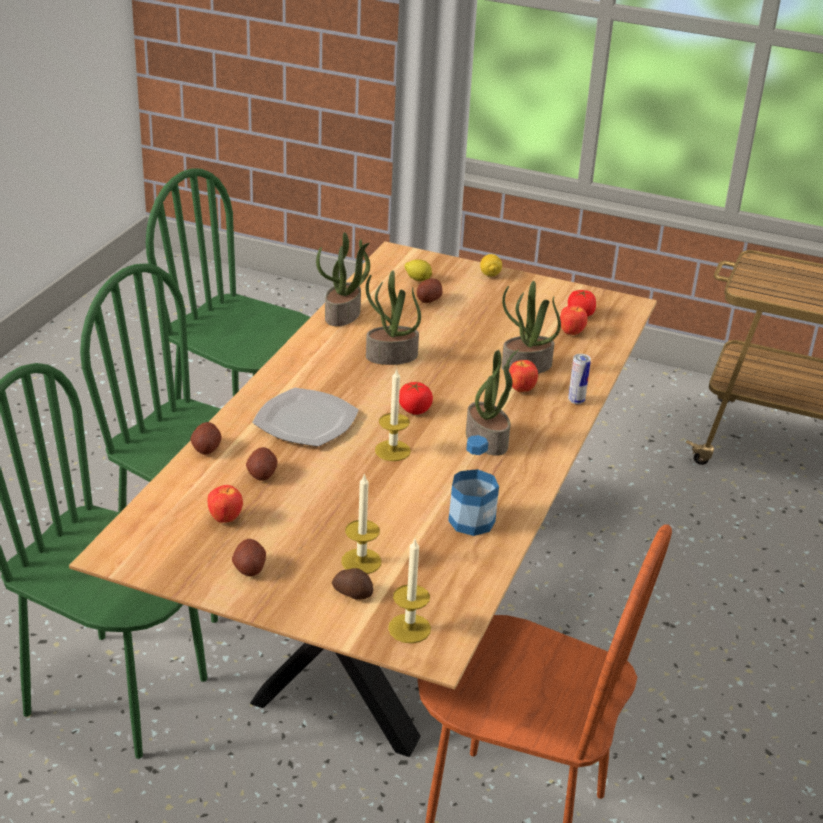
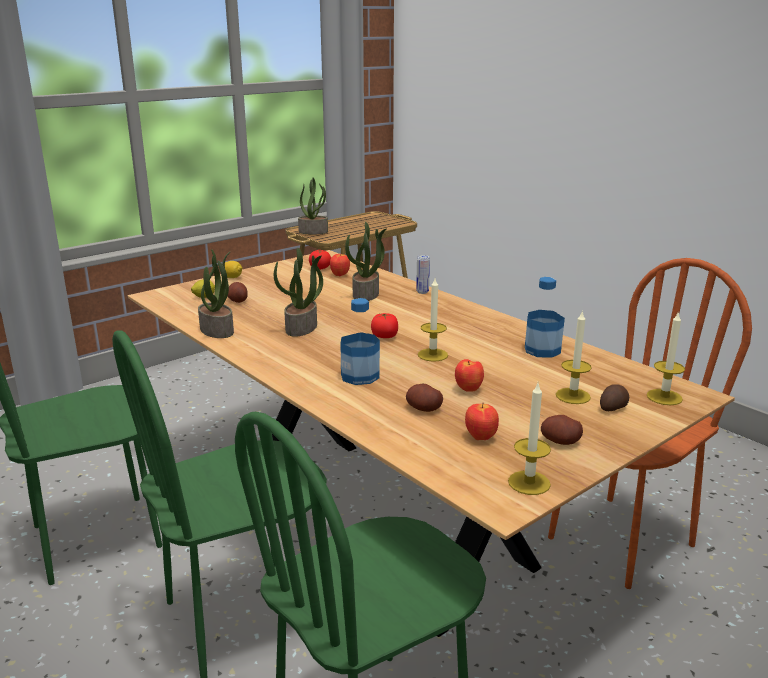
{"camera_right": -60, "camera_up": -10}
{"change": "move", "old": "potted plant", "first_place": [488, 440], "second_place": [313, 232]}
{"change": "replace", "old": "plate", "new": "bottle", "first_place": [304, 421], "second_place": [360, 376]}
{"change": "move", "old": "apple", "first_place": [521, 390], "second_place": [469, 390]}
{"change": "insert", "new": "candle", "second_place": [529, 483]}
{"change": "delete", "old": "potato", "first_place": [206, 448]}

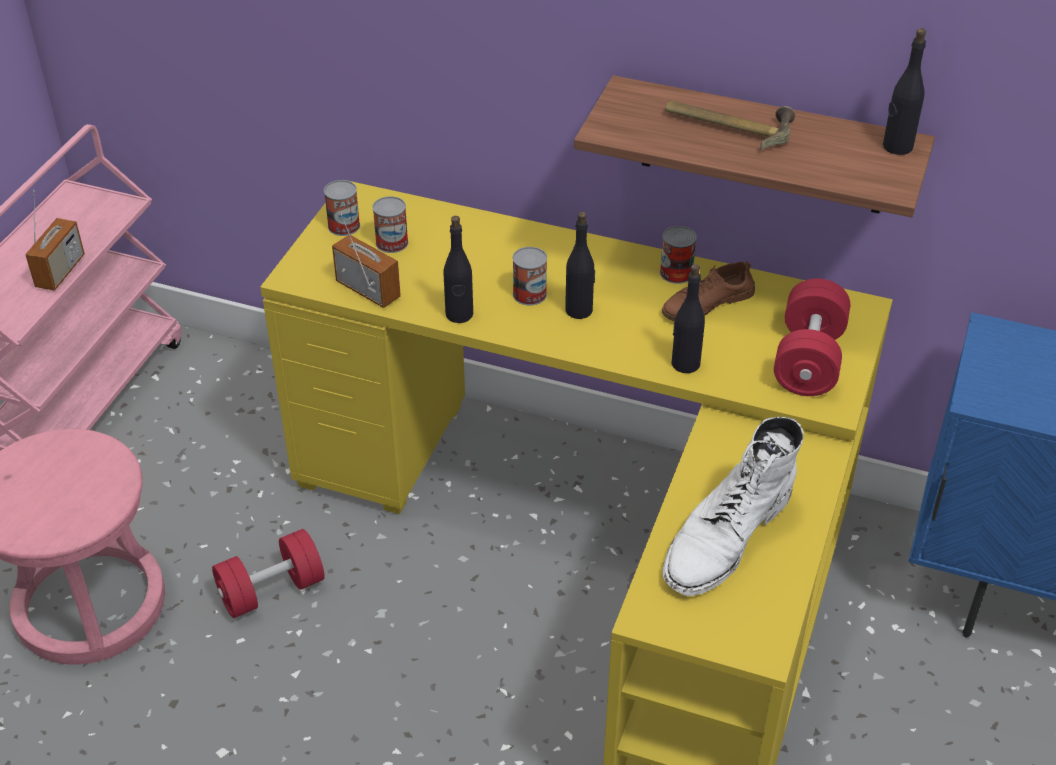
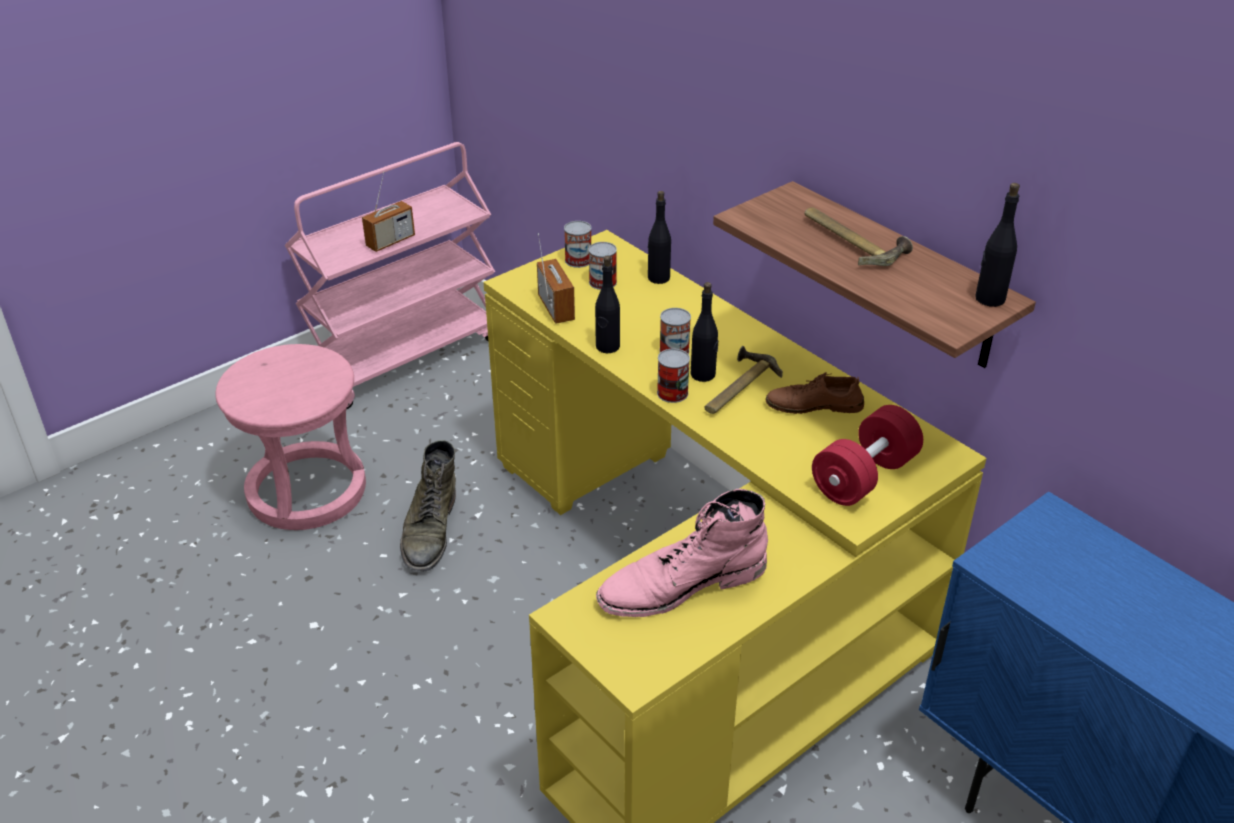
{"camera_right": 30, "camera_up": -5}
{"change": "replace", "old": "red dumbbell", "new": "green boot", "first_place": [271, 590], "second_place": [430, 530]}
{"change": "recolor", "old": "white boot", "new": "pink boot", "first_place": [726, 537], "second_place": [681, 585]}
{"change": "move", "old": "black bottle", "first_place": [685, 364], "second_place": [658, 278]}
{"change": "move", "old": "can", "first_place": [676, 273], "second_place": [672, 393]}
{"change": "insert", "new": "hammer", "second_place": [736, 387]}

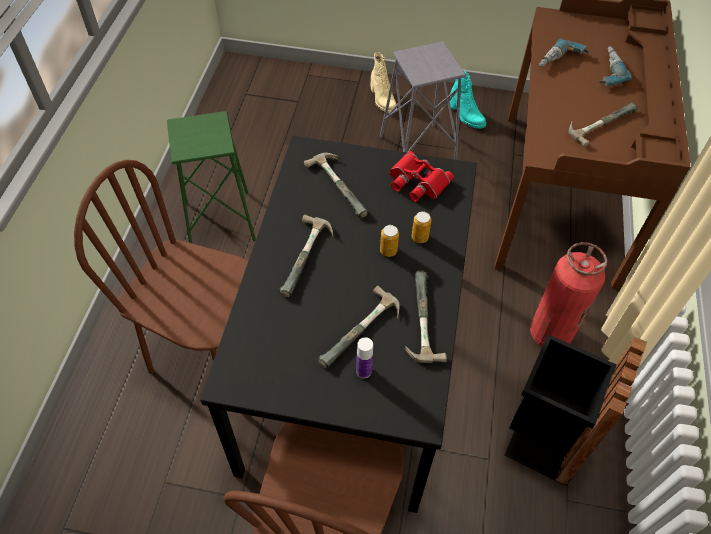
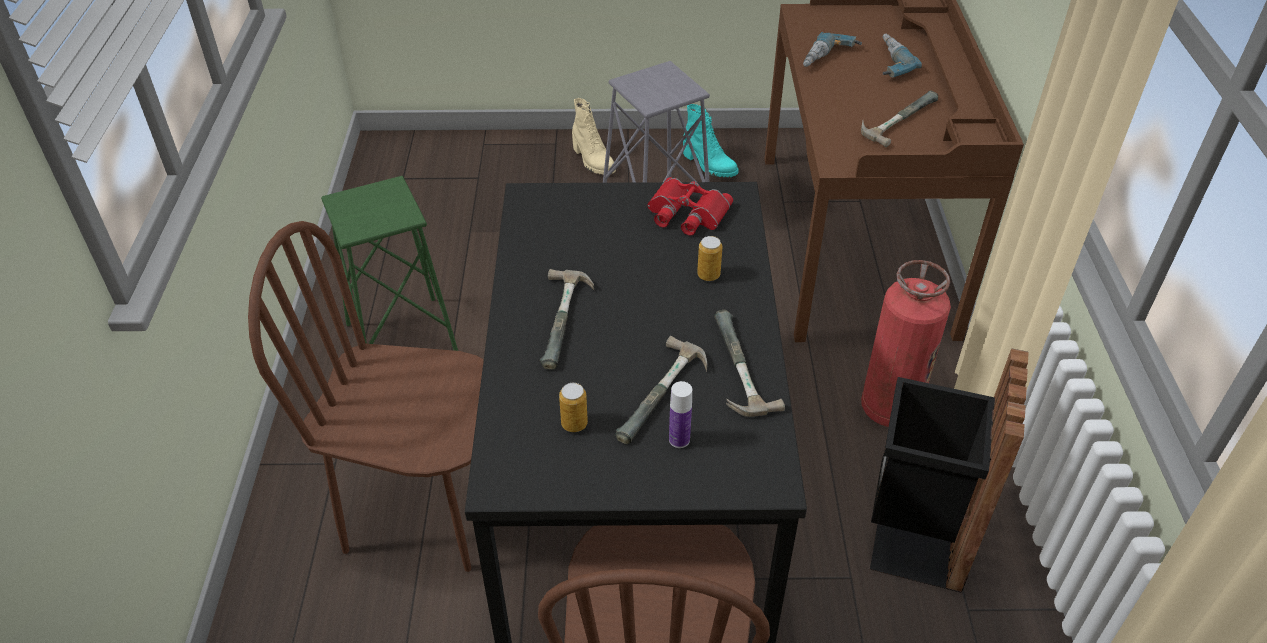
{"camera_right": -10, "camera_up": -10}
{"change": "move", "old": "can", "first_place": [388, 251], "second_place": [574, 424]}
{"change": "delete", "old": "hammer", "first_place": [343, 184]}

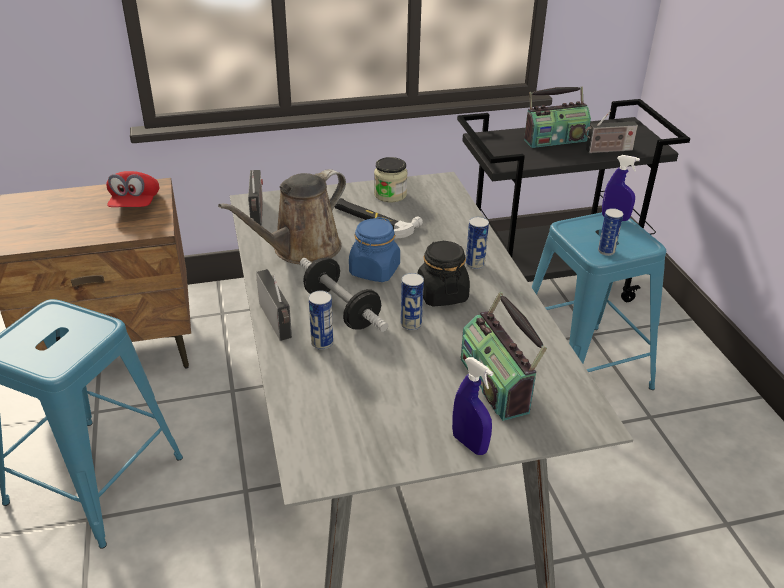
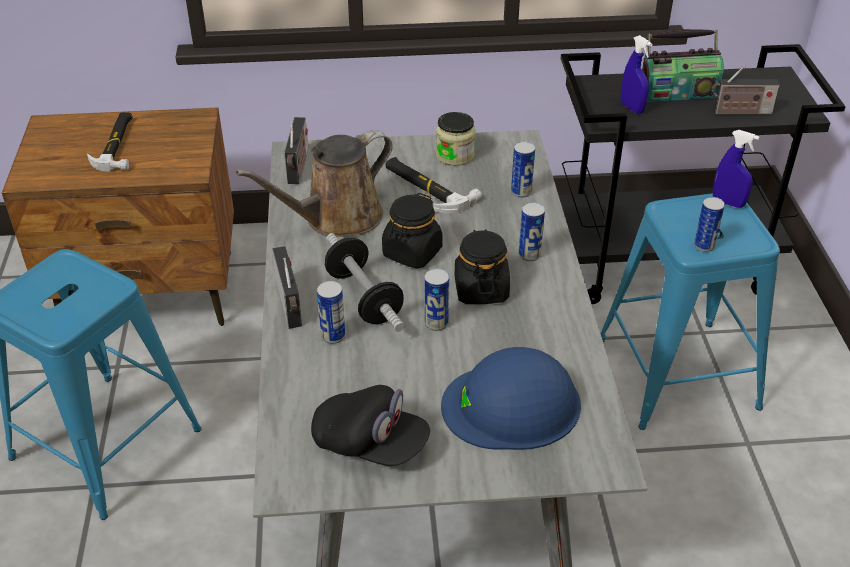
{"camera_right": 10, "camera_up": 5}
{"change": "insert", "new": "hammer", "second_place": [118, 144]}
{"change": "insert", "new": "black cap", "second_place": [370, 443]}
{"change": "recolor", "old": "blue jar", "new": "black jar", "first_place": [374, 271], "second_place": [412, 253]}
{"change": "replace", "old": "radio", "new": "blue hard hat", "first_place": [496, 383], "second_place": [512, 405]}
{"change": "insert", "new": "can", "second_place": [521, 192]}
{"change": "move", "old": "blue spray bottle", "first_place": [469, 444], "second_place": [632, 108]}
{"change": "delete", "old": "red cap", "first_place": [135, 205]}

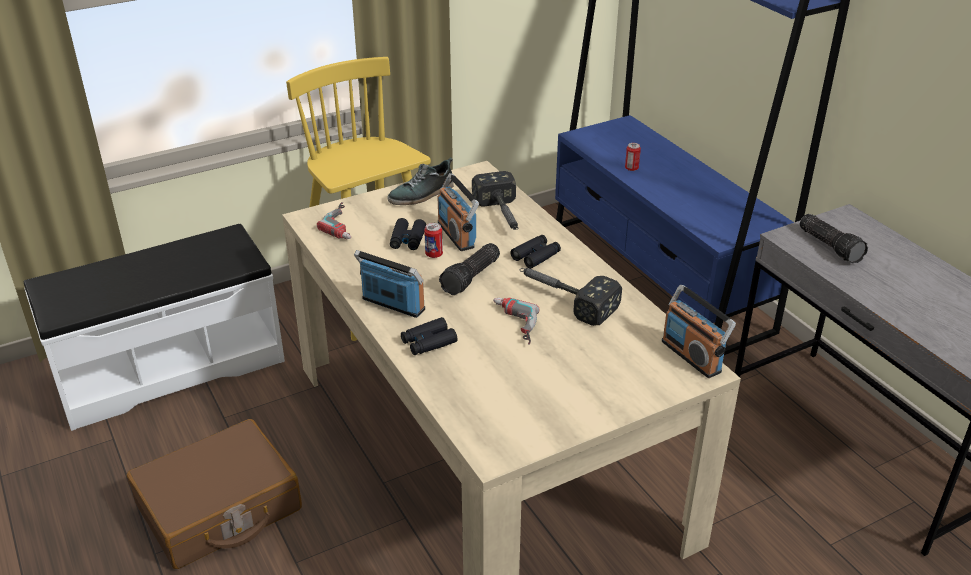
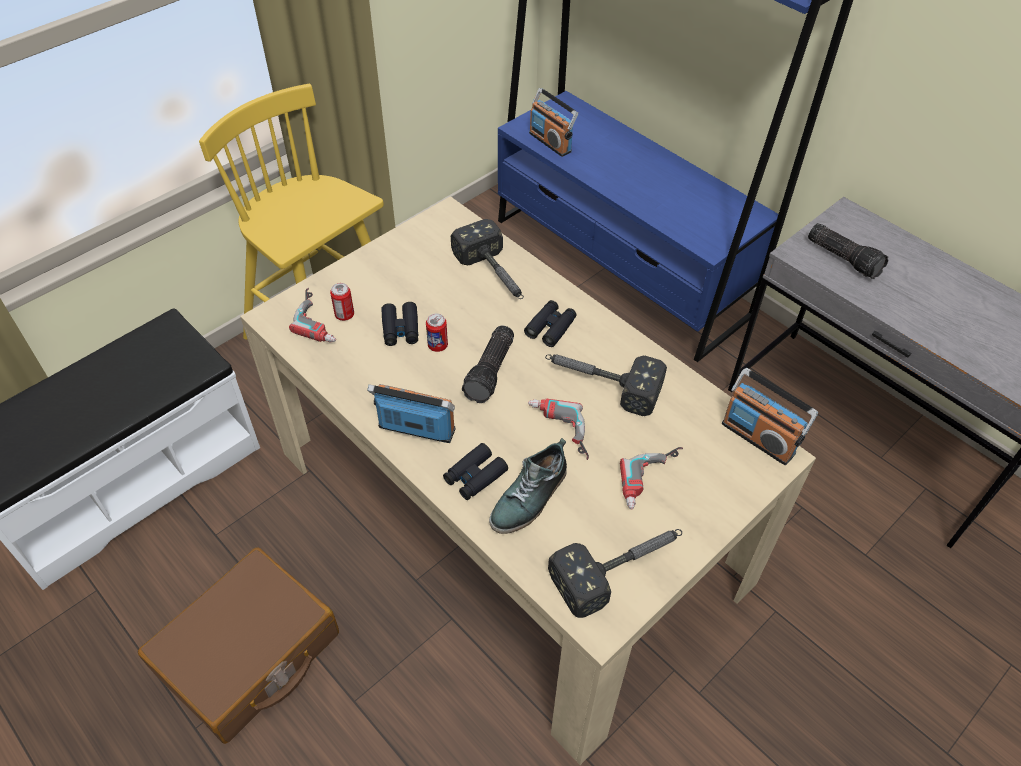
{"camera_right": -15, "camera_up": 15}
{"change": "move", "old": "can", "first_place": [631, 168], "second_place": [344, 315]}
{"change": "move", "old": "shoe", "first_place": [422, 194], "second_place": [530, 498]}
{"change": "move", "old": "radio", "first_place": [456, 235], "second_place": [550, 142]}
{"change": "insert", "new": "hammer", "second_place": [621, 567]}
{"change": "insert", "new": "power drill", "second_place": [654, 481]}

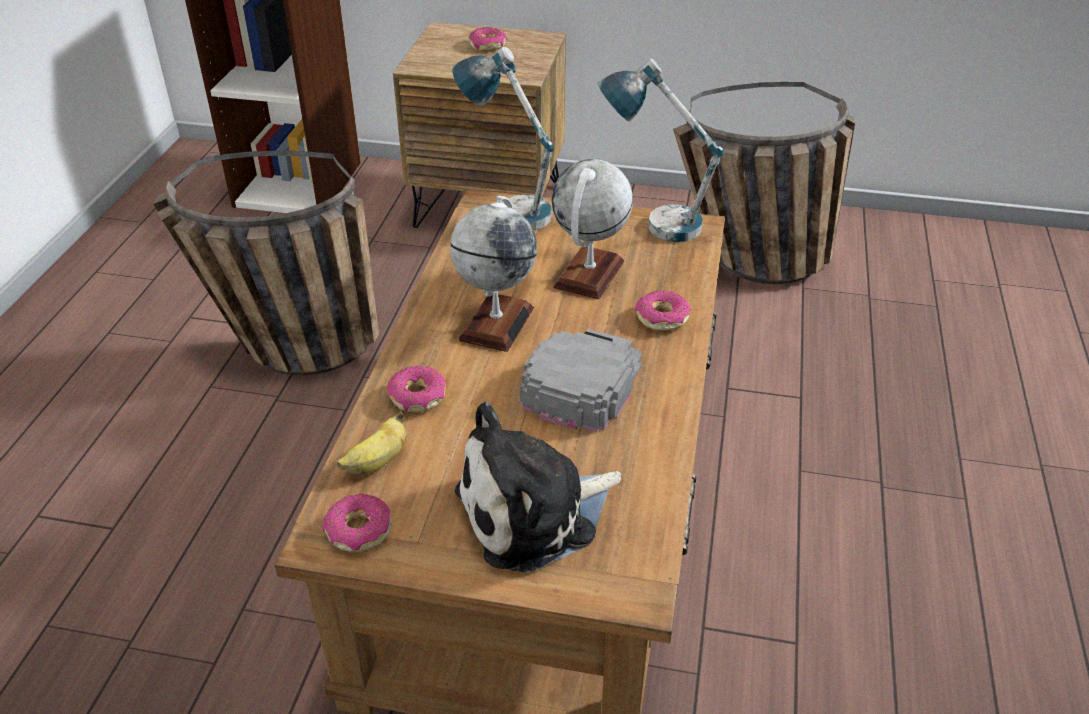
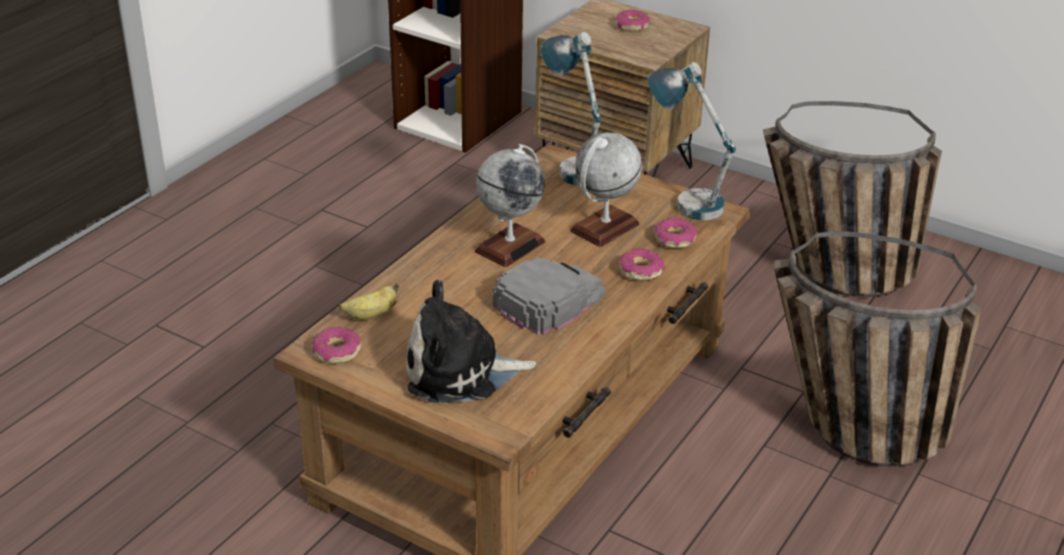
{"camera_right": 20, "camera_up": -5}
{"change": "move", "old": "donut", "first_place": [417, 397], "second_place": [674, 240]}
{"change": "move", "old": "basket", "first_place": [282, 350], "second_place": [845, 432]}

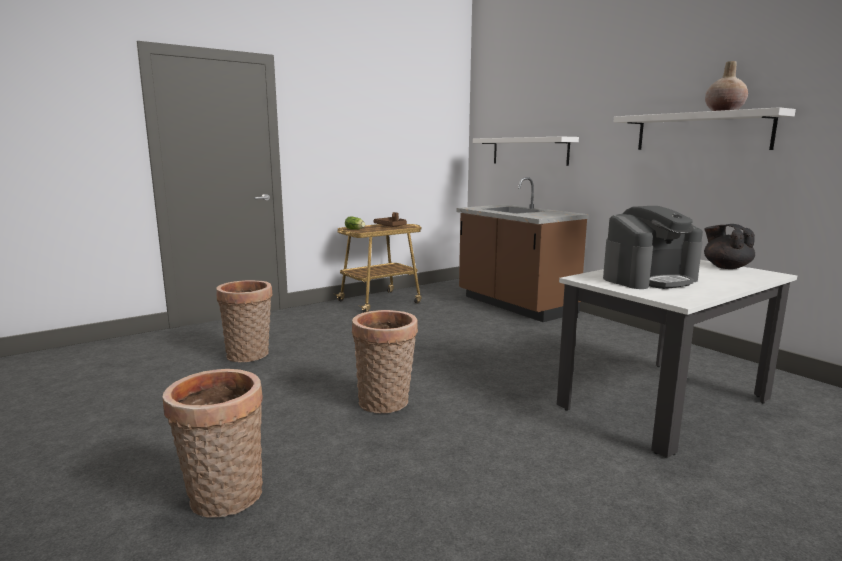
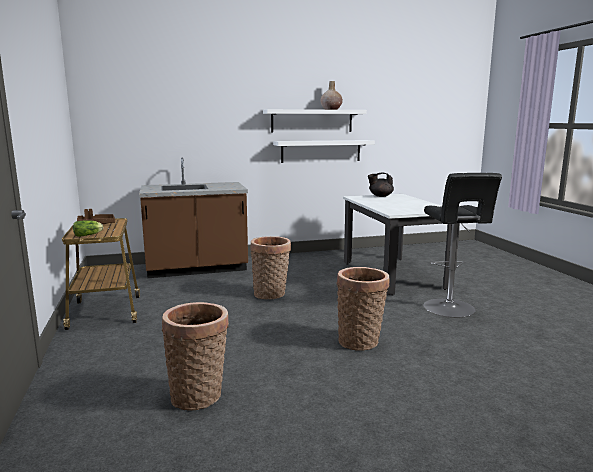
{"camera_right": -70, "camera_up": 0}
{"change": "move", "old": "basket", "first_place": [224, 500], "second_place": [271, 294]}
{"change": "move", "old": "white shelf", "first_place": [529, 151], "second_place": [321, 151]}
{"change": "insert", "new": "black stool", "second_place": [450, 309]}
{"change": "delete", "old": "coffee machine", "first_place": [649, 279]}

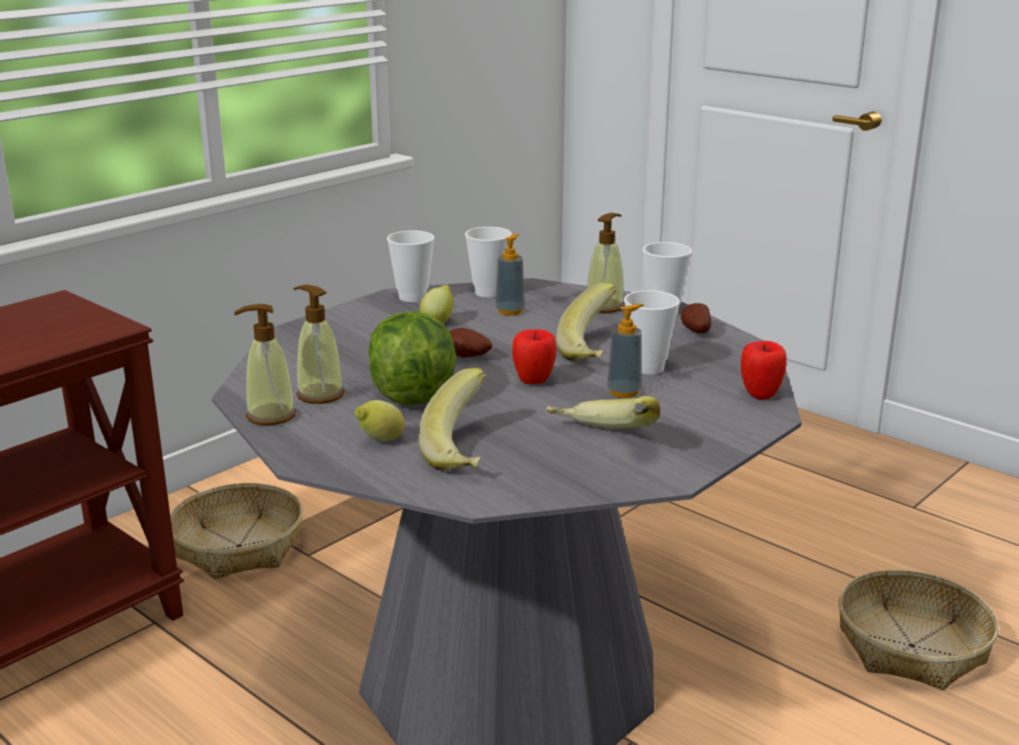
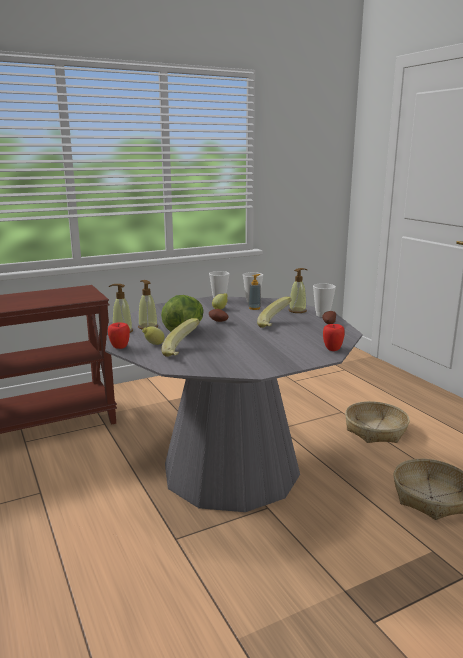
{"camera_right": 20, "camera_up": -5}
{"change": "move", "old": "apple", "first_place": [533, 382], "second_place": [120, 348]}
{"change": "move", "old": "basket", "first_place": [238, 546], "second_place": [375, 430]}
{"change": "delete", "old": "banana", "first_place": [600, 441]}
{"change": "delete", "old": "soap dispenser", "first_place": [624, 392]}
{"change": "delete", "old": "cup", "first_place": [648, 368]}

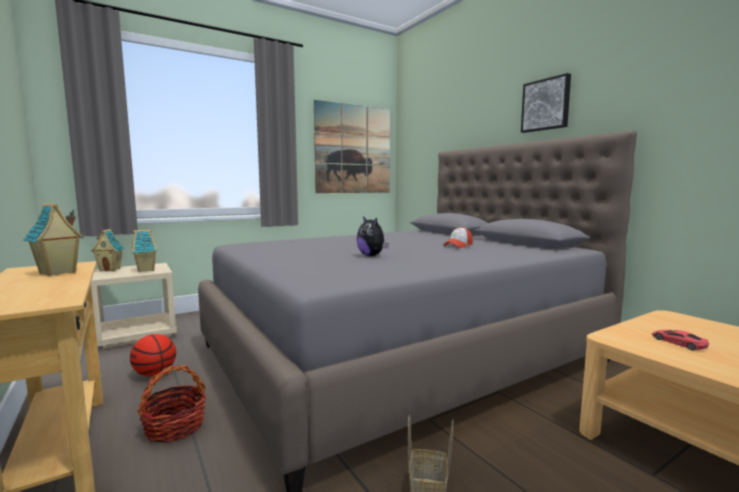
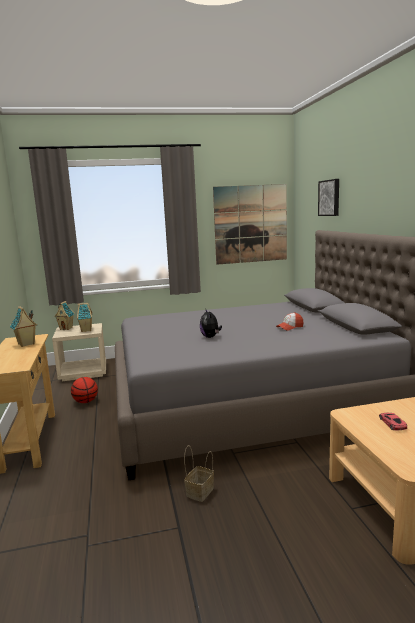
{"camera_right": 20, "camera_up": 5}
{"change": "move", "old": "picture", "first_place": [546, 105], "second_place": [330, 198]}
{"change": "delete", "old": "basket", "first_place": [175, 427]}

